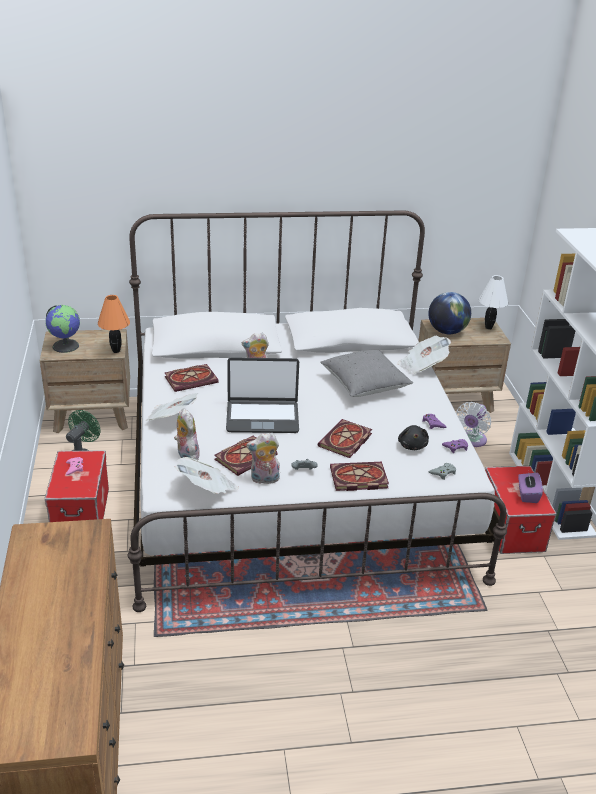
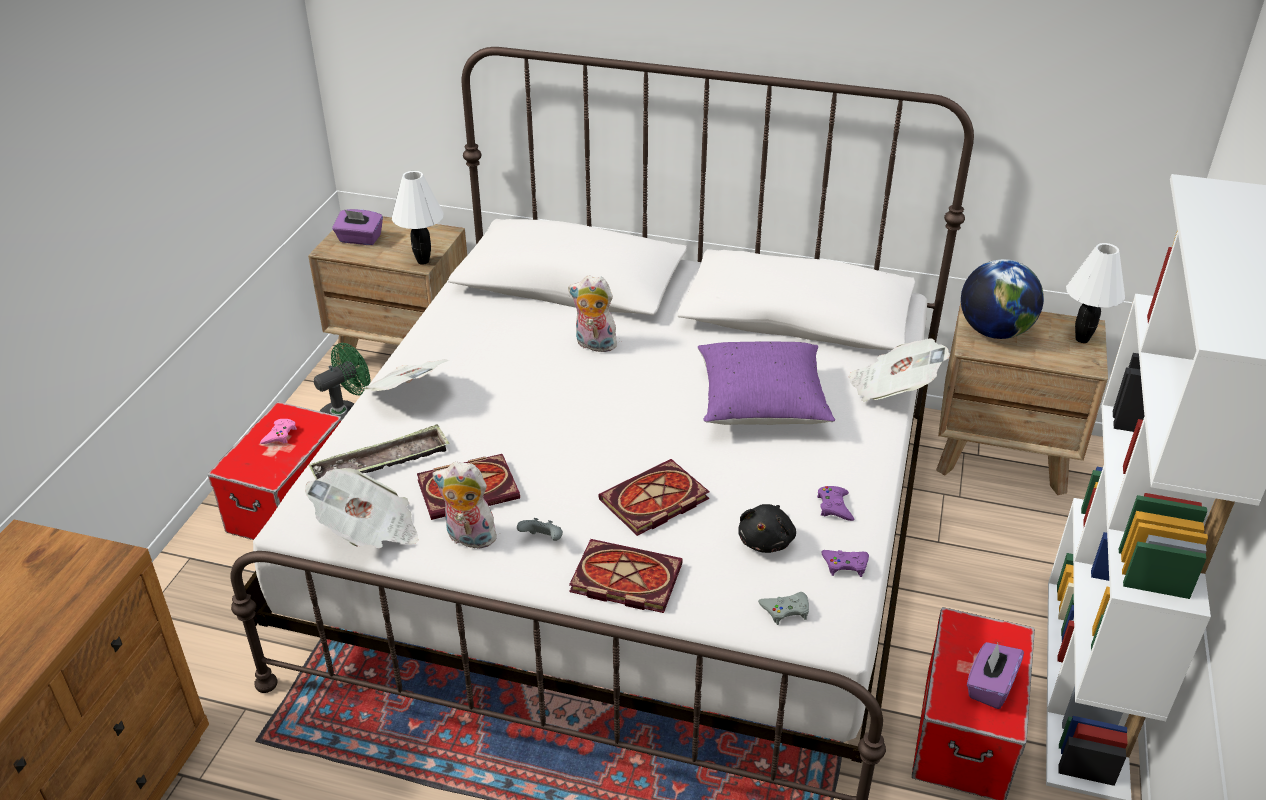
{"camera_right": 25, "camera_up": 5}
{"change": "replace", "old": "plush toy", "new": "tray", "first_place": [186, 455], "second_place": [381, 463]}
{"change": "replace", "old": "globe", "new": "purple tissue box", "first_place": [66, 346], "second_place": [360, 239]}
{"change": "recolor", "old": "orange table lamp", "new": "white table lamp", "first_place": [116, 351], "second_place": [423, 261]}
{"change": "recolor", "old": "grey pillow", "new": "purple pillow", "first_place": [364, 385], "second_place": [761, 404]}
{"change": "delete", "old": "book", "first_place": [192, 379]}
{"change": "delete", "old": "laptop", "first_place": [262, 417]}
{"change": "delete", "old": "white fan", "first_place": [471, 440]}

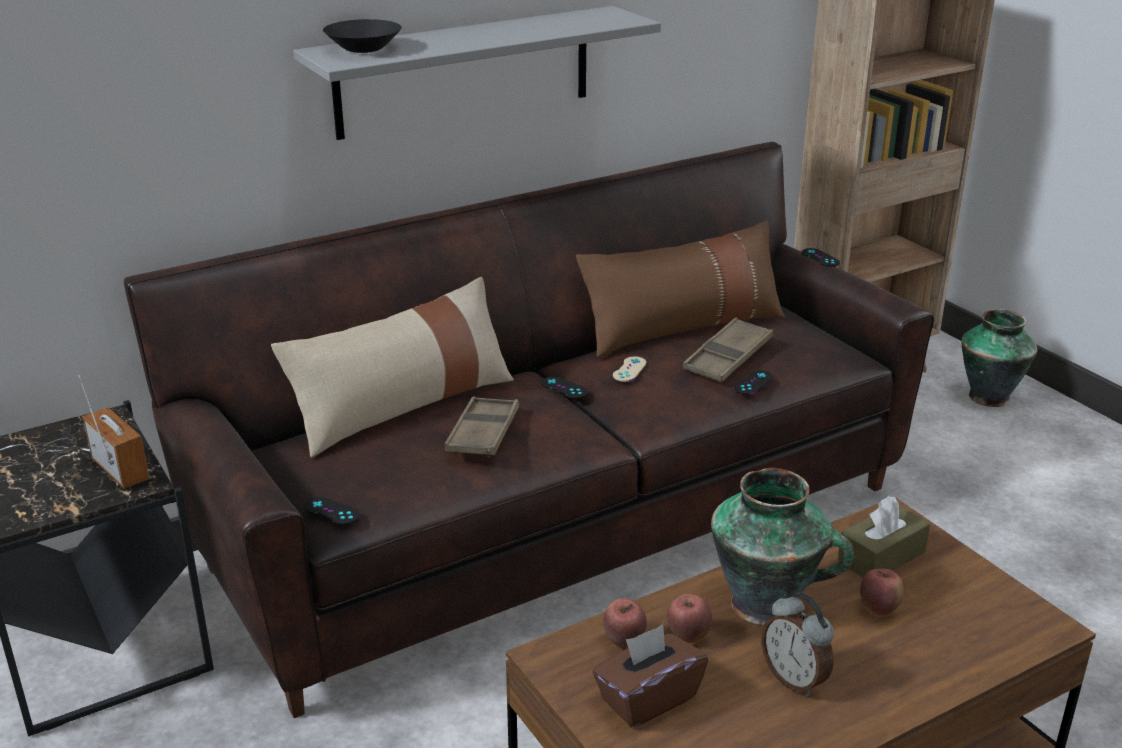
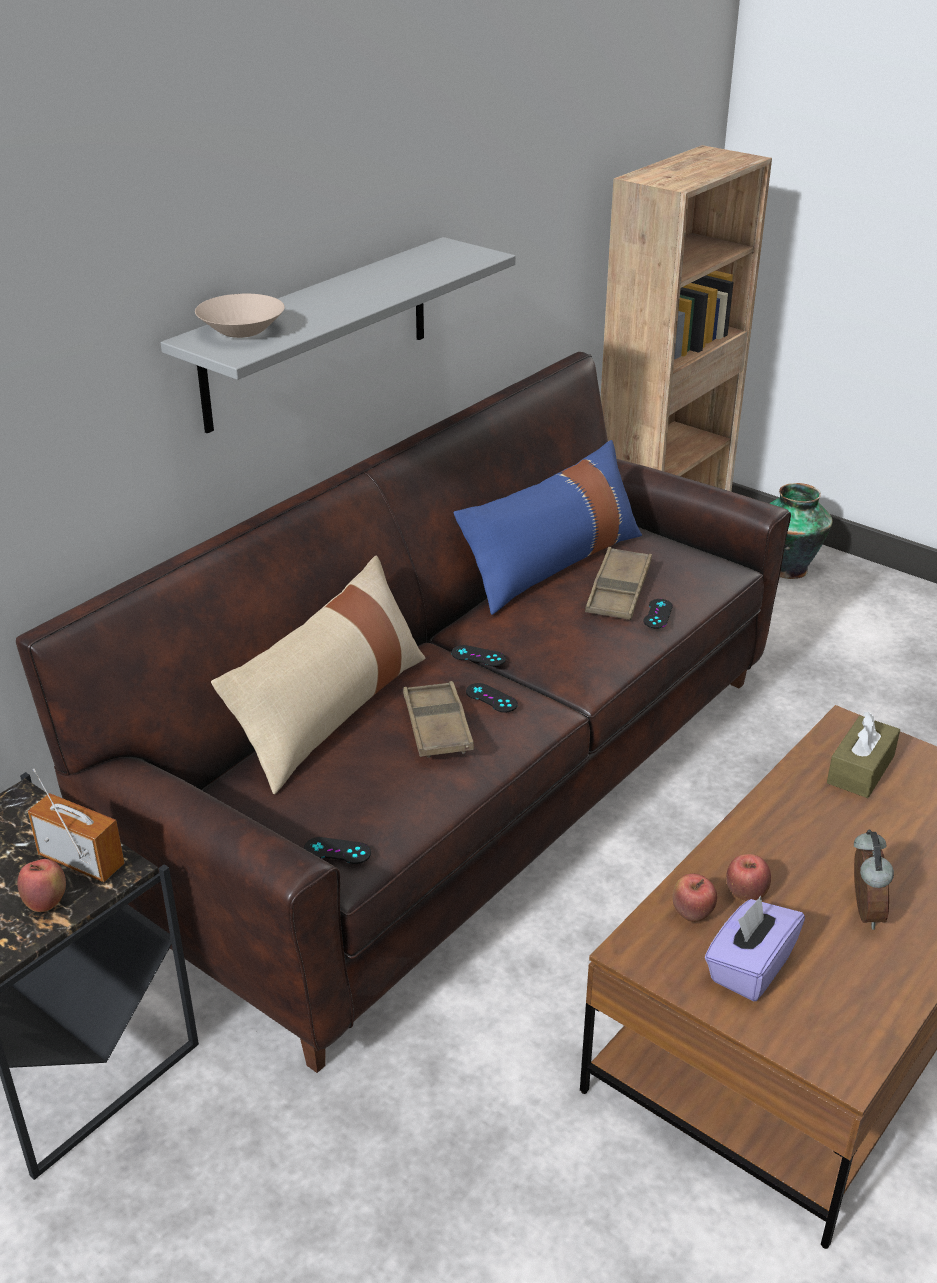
{"camera_right": -20, "camera_up": 5}
{"change": "move", "old": "apple", "first_place": [879, 610], "second_place": [46, 903]}
{"change": "recolor", "old": "black bowl", "new": "beige bowl", "first_place": [364, 49], "second_place": [242, 331]}
{"change": "recolor", "old": "brown pillow", "new": "blue pillow", "first_place": [682, 327], "second_place": [552, 564]}
{"change": "move", "old": "black game controller", "first_place": [820, 258], "second_place": [491, 698]}
{"change": "recolor", "old": "brown tissue box", "new": "purple tissue box", "first_place": [648, 698], "second_place": [749, 967]}
{"change": "rotate", "old": "alarm clock", "first_place": [795, 679], "second_place": [862, 912], "degrees": -120}
{"change": "delete", "old": "beige game controller", "first_place": [629, 369]}
{"change": "delete", "old": "vase", "first_place": [767, 606]}

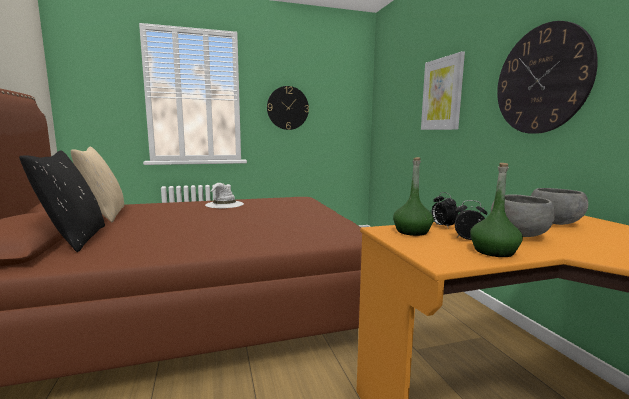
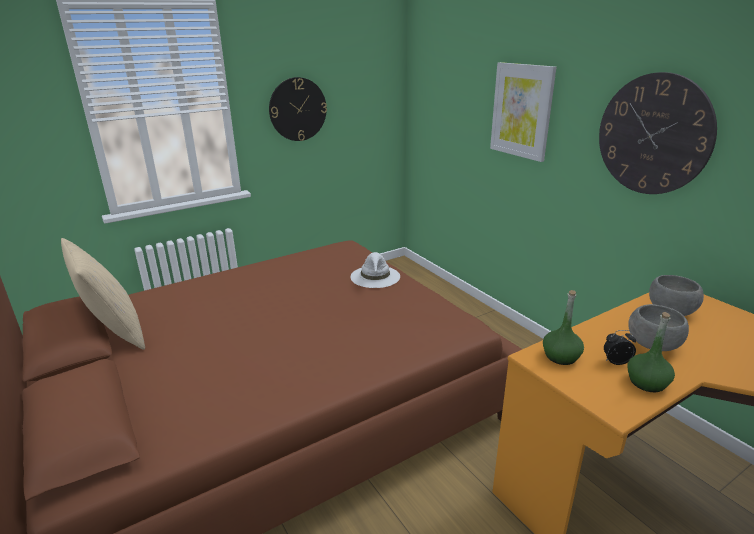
{"camera_right": -15, "camera_up": 15}
{"change": "move", "old": "white hat", "first_place": [224, 204], "second_place": [375, 277]}
{"change": "delete", "old": "black pillow", "first_place": [74, 239]}
{"change": "delete", "old": "alarm clock", "first_place": [442, 226]}

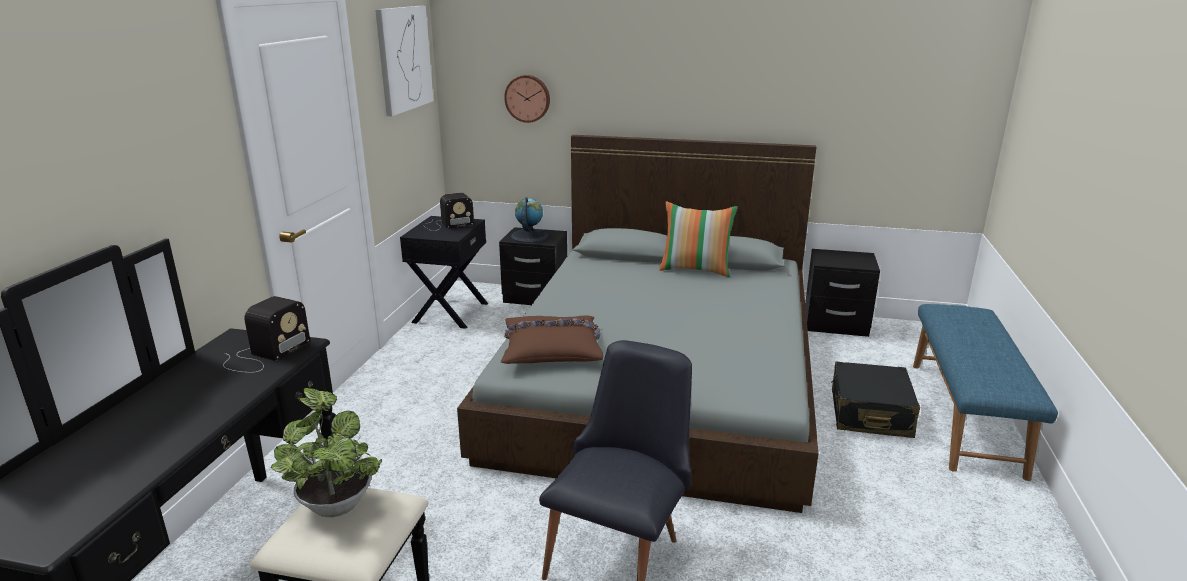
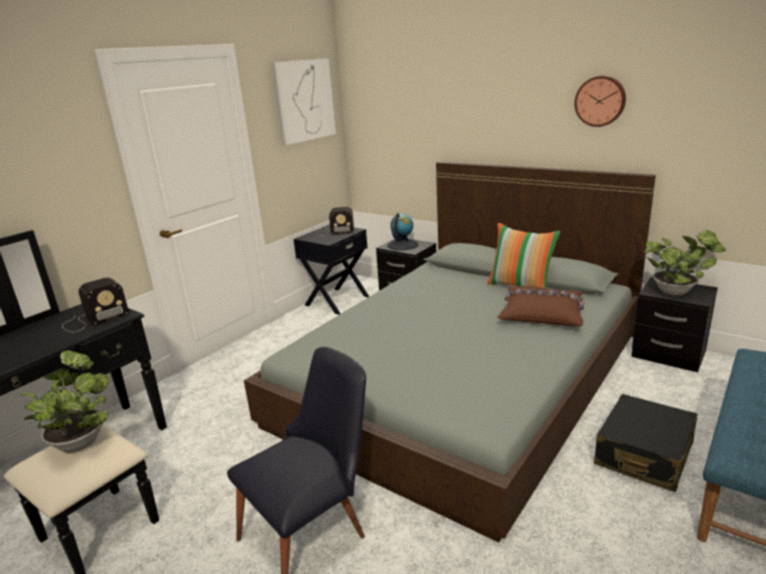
{"camera_right": 25, "camera_up": 0}
{"change": "move", "old": "brown pillow", "first_place": [552, 349], "second_place": [542, 314]}
{"change": "move", "old": "wall clock", "first_place": [528, 98], "second_place": [600, 101]}
{"change": "insert", "new": "potted plant", "second_place": [676, 292]}

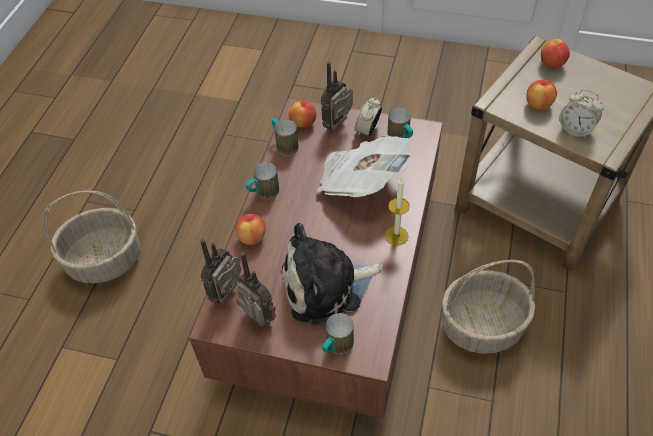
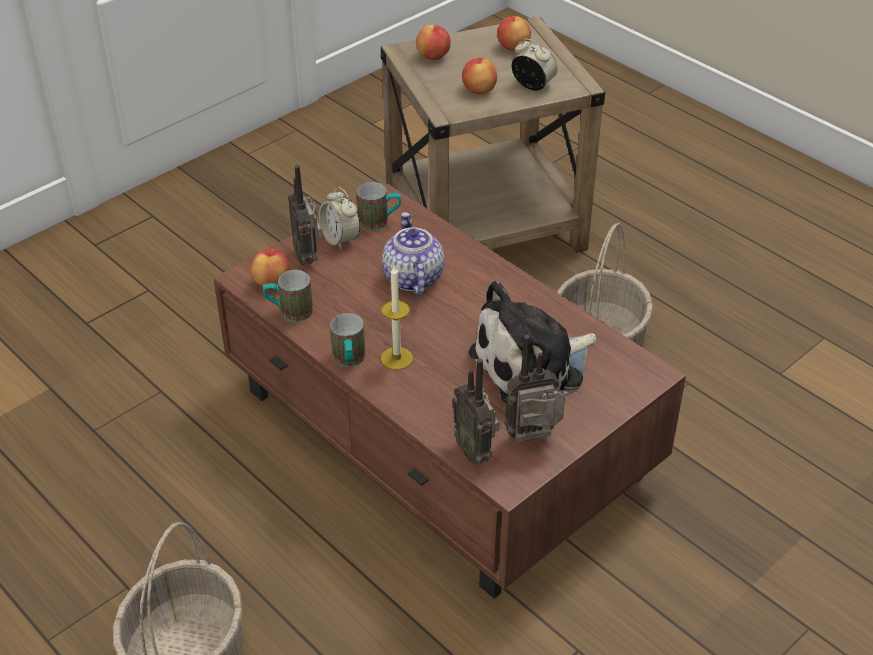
{"camera_right": -60, "camera_up": -10}
{"change": "move", "old": "candle", "first_place": [396, 235], "second_place": [396, 358]}
{"change": "replace", "old": "newspaper", "new": "teapot", "first_place": [361, 182], "second_place": [412, 278]}
{"change": "rotate", "old": "plush toy", "first_place": [327, 286], "second_place": [533, 366], "degrees": 45}
{"change": "move", "old": "apple", "first_place": [252, 237], "second_place": [513, 47]}
{"change": "rotate", "old": "alarm clock", "first_place": [575, 129], "second_place": [533, 86], "degrees": -120}
{"change": "delete", "old": "mug", "first_place": [336, 347]}

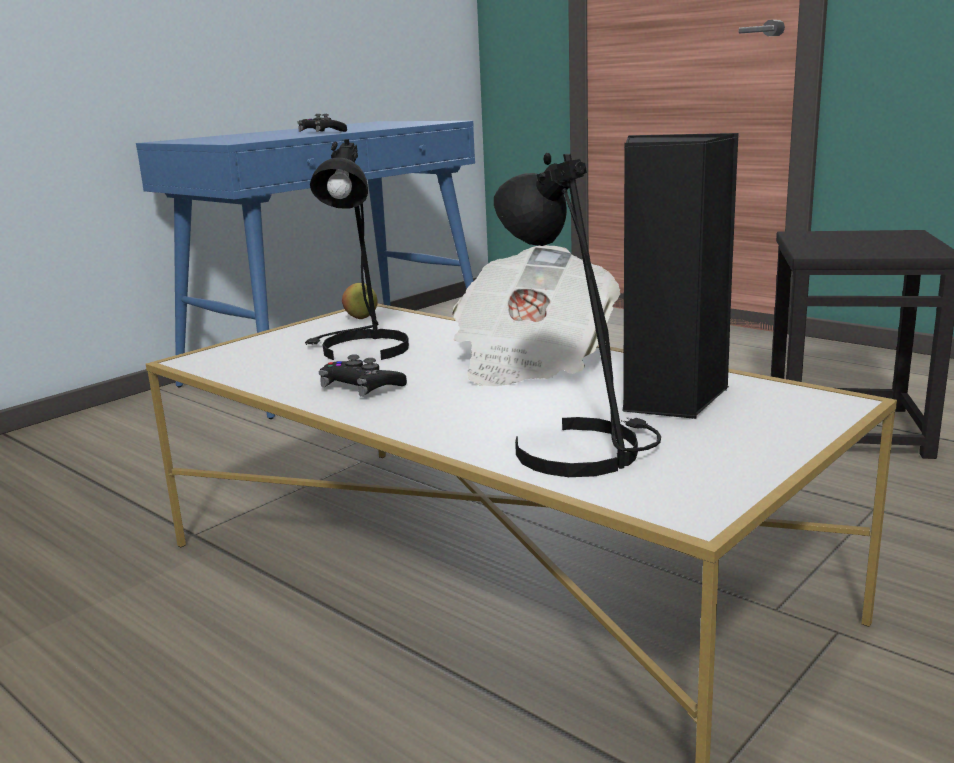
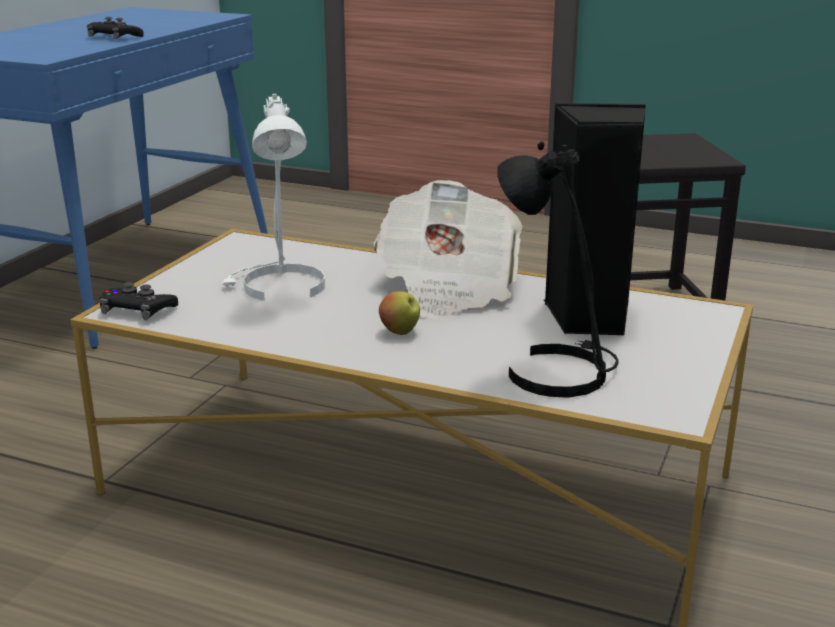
{"camera_right": -20, "camera_up": 5}
{"change": "move", "old": "black game controller", "first_place": [361, 387], "second_place": [138, 310]}
{"change": "recolor", "old": "black table lamp", "new": "white table lamp", "first_place": [359, 349], "second_place": [278, 287]}
{"change": "move", "old": "apple", "first_place": [361, 318], "second_place": [400, 332]}

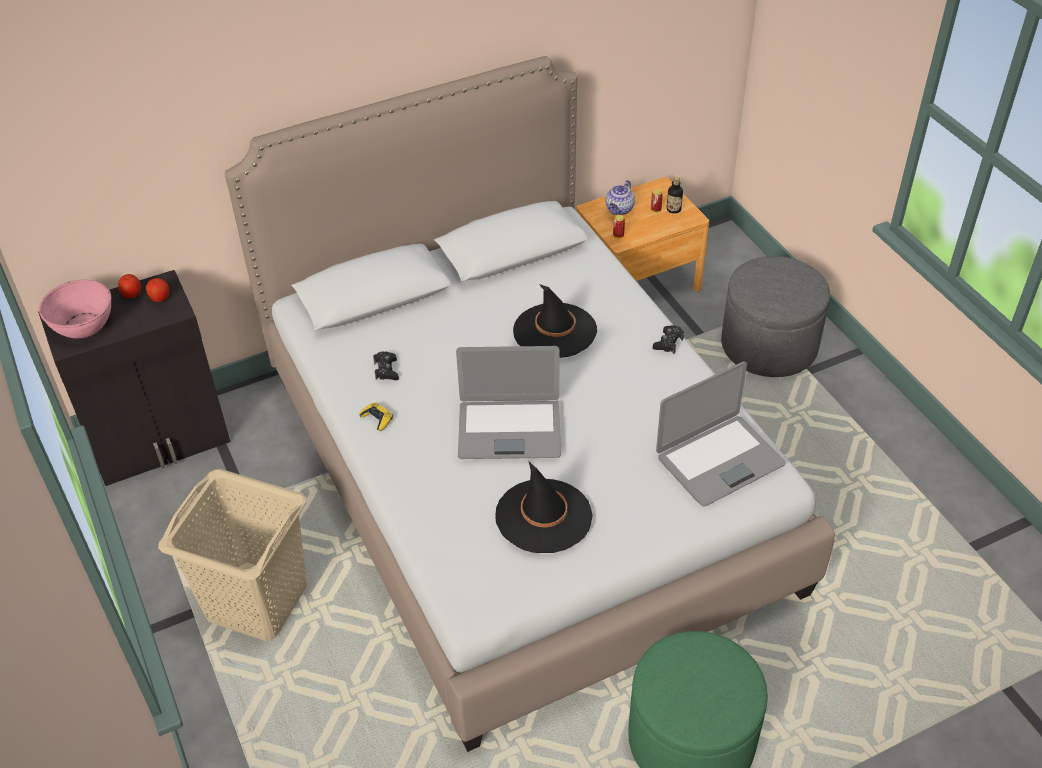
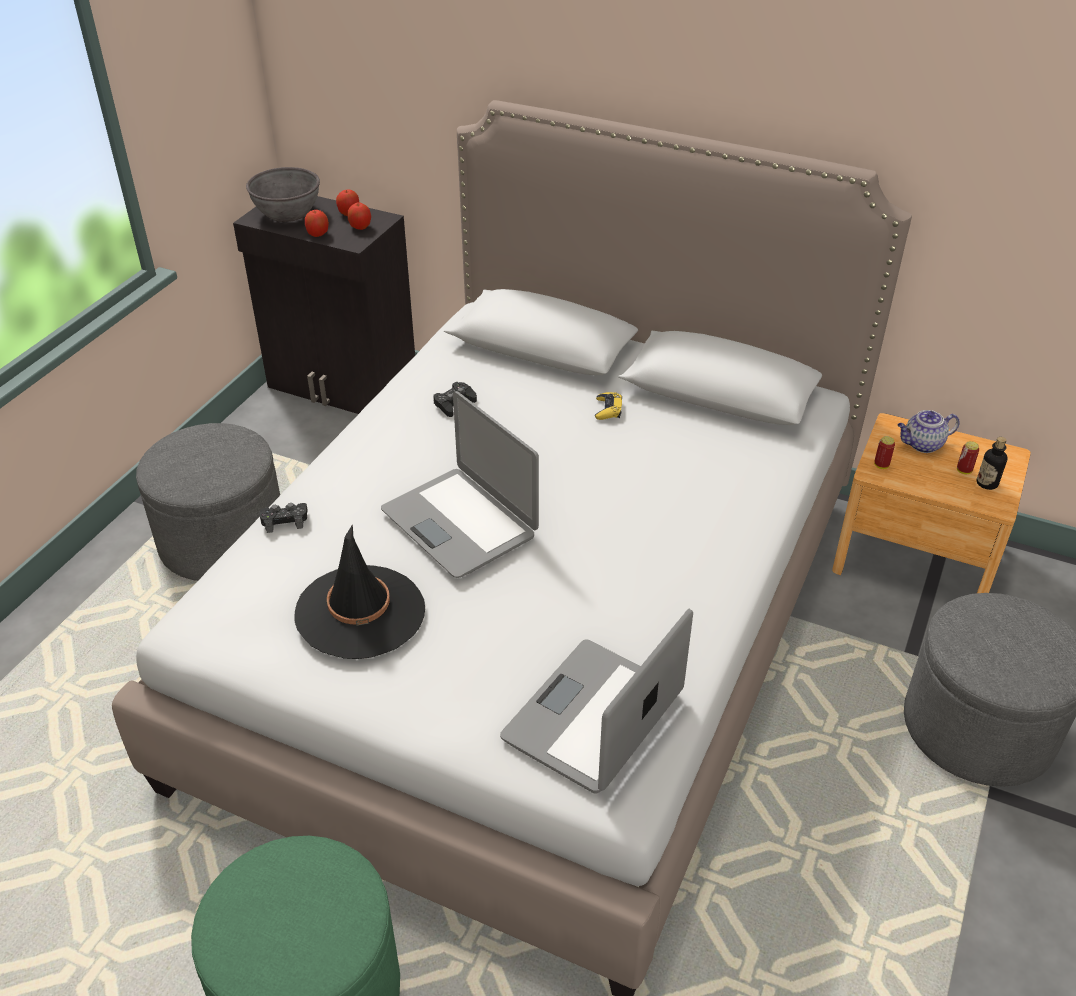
{"camera_right": 50, "camera_up": -5}
{"change": "replace", "old": "beige laundry basket", "new": "grey ottoman", "first_place": [257, 600], "second_place": [223, 540]}
{"change": "recolor", "old": "pink bowl", "new": "grey bowl", "first_place": [83, 326], "second_place": [287, 213]}
{"change": "move", "old": "black game controller", "first_place": [668, 343], "second_place": [285, 520]}
{"change": "insert", "new": "apple", "second_place": [318, 234]}
{"change": "rotate", "old": "laptop", "first_place": [719, 460], "second_place": [594, 717], "degrees": 105}
{"change": "move", "old": "yellow game controller", "first_place": [377, 419], "second_place": [608, 410]}
{"change": "delete", "old": "black hat", "first_place": [554, 331]}

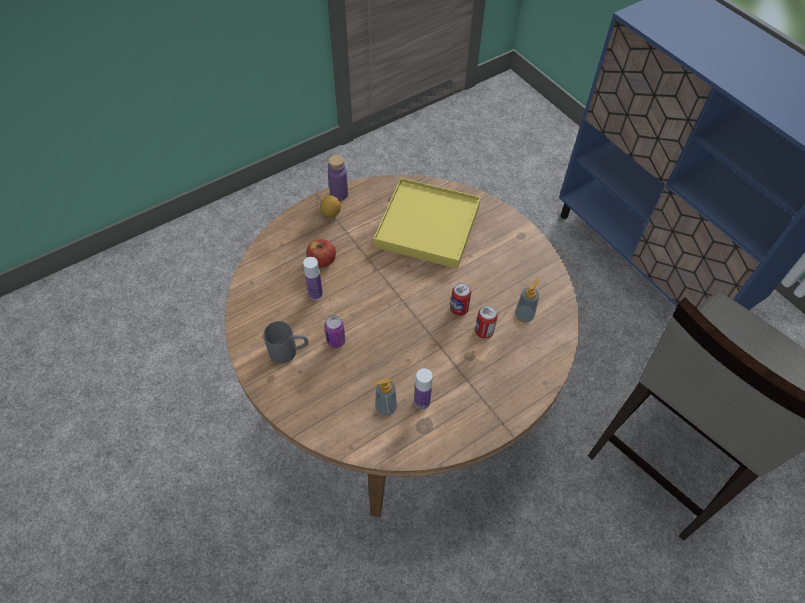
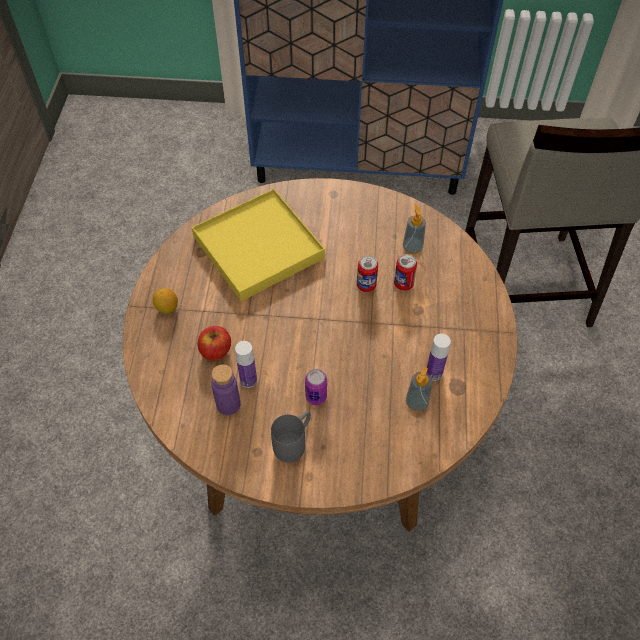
{"camera_right": -50, "camera_up": 0}
{"change": "move", "old": "purple bottle", "first_place": [339, 194], "second_place": [228, 404]}

